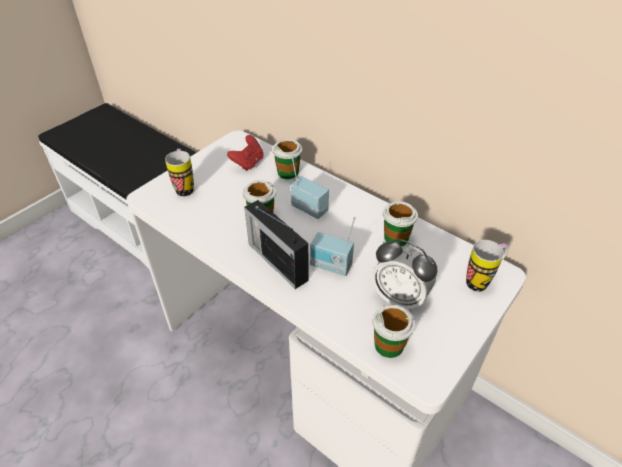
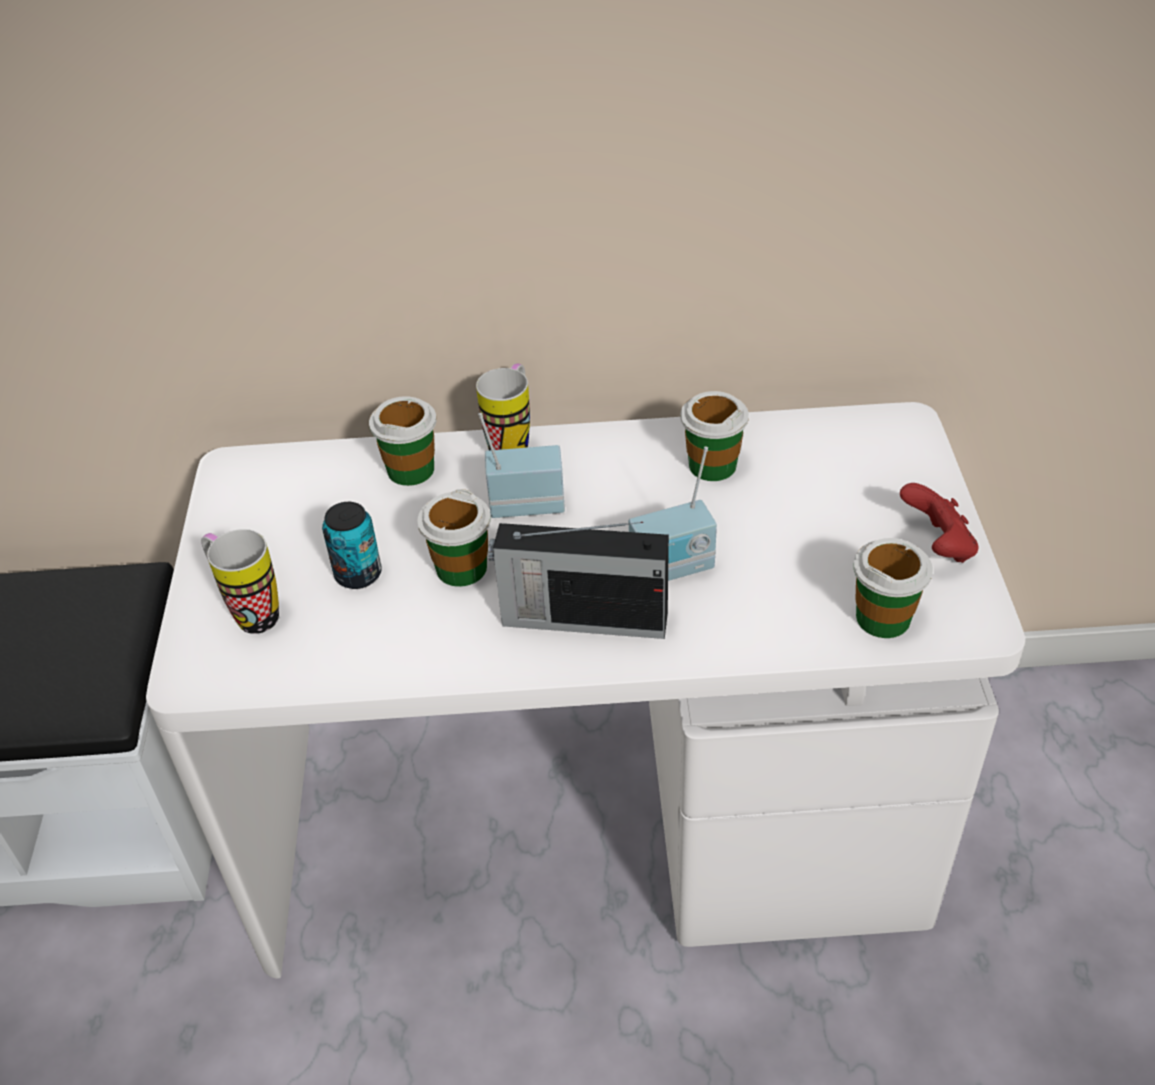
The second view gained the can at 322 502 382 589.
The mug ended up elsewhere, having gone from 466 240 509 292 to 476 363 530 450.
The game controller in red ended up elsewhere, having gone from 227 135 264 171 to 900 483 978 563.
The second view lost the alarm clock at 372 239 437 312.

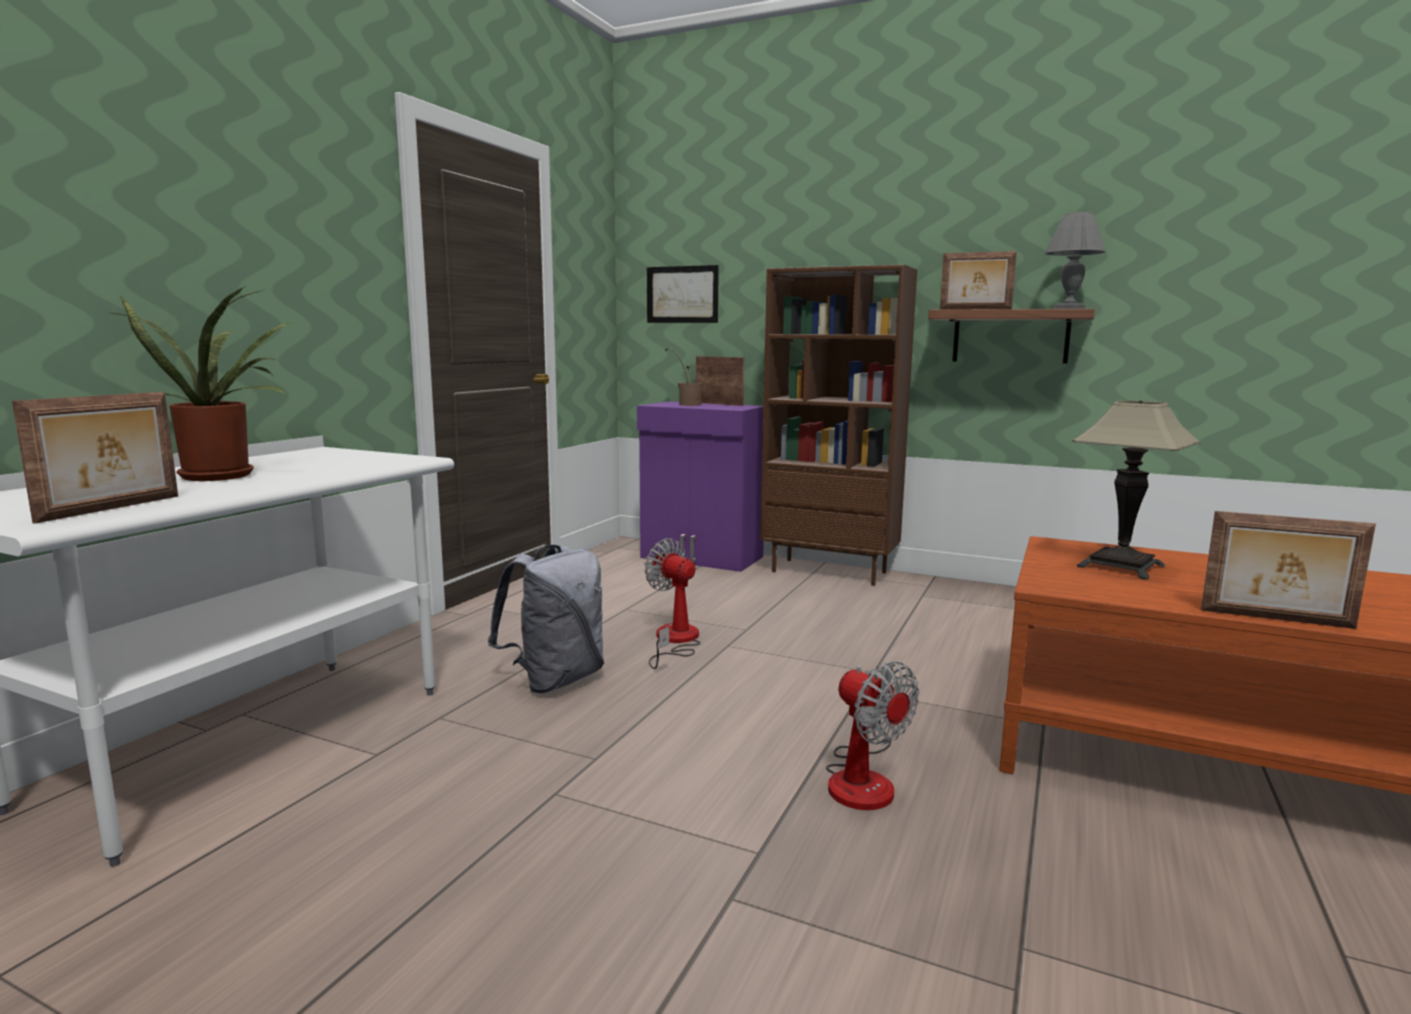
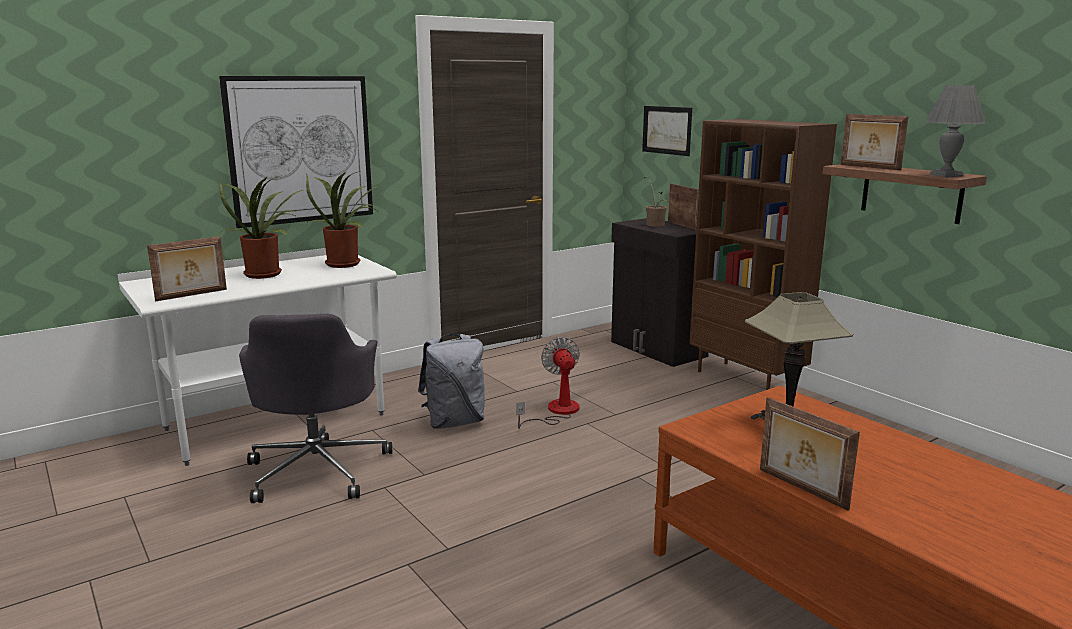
The second view gained the picture at 219 76 373 228.
The second view gained the office chair in grey at 239 313 392 503.
The second view gained the potted plant at 306 171 382 268.
What was the cabinet in purple at 637 401 764 572 turned into the cabinet in black at 611 218 709 367.
The second view lost the fan at 826 661 919 810.

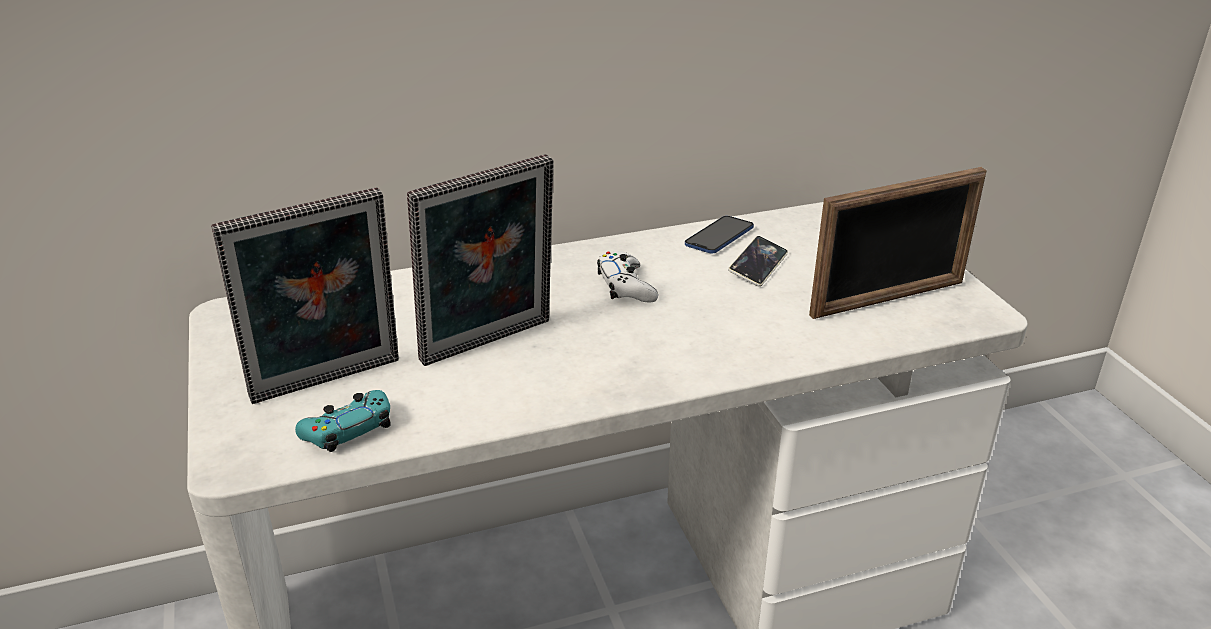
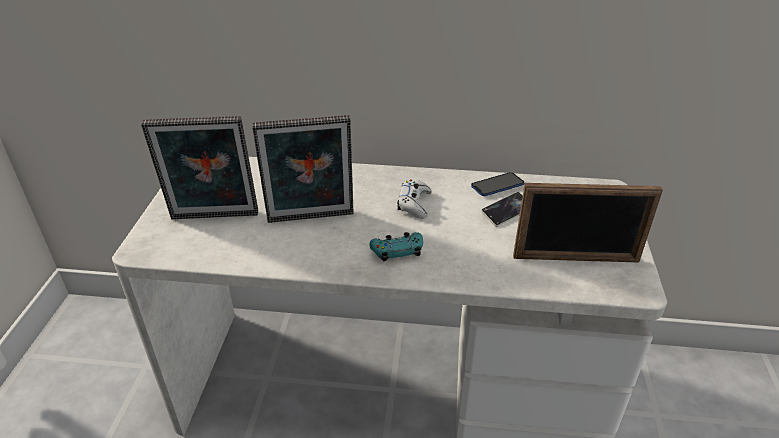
The game controller in turquoise ended up elsewhere, having gone from 295 390 391 452 to 370 232 423 262.

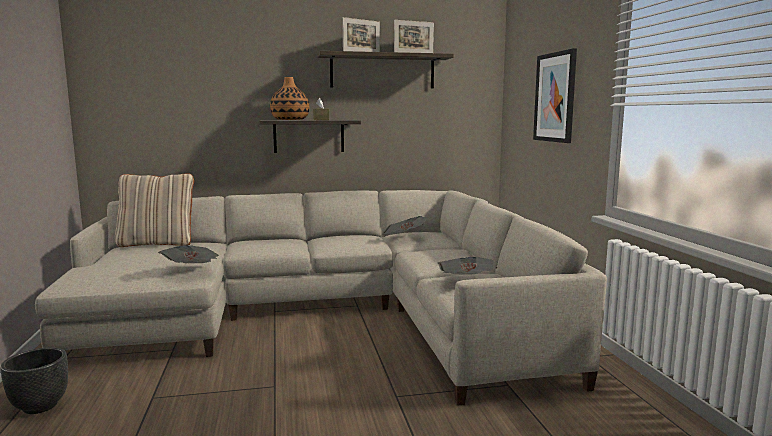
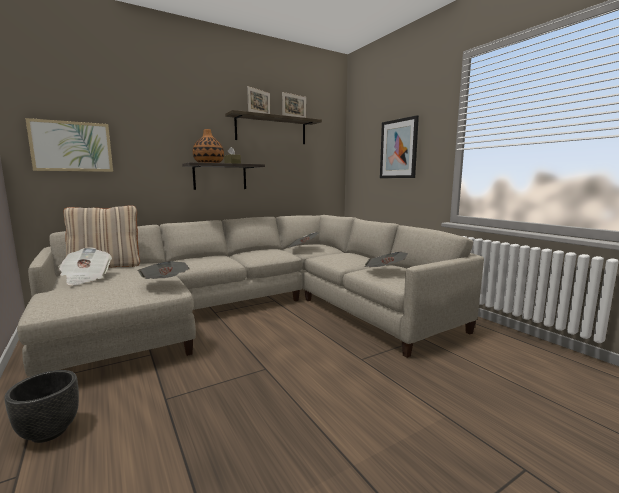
The second view gained the picture at 25 118 113 172.
The second view gained the newspaper at 58 247 112 286.

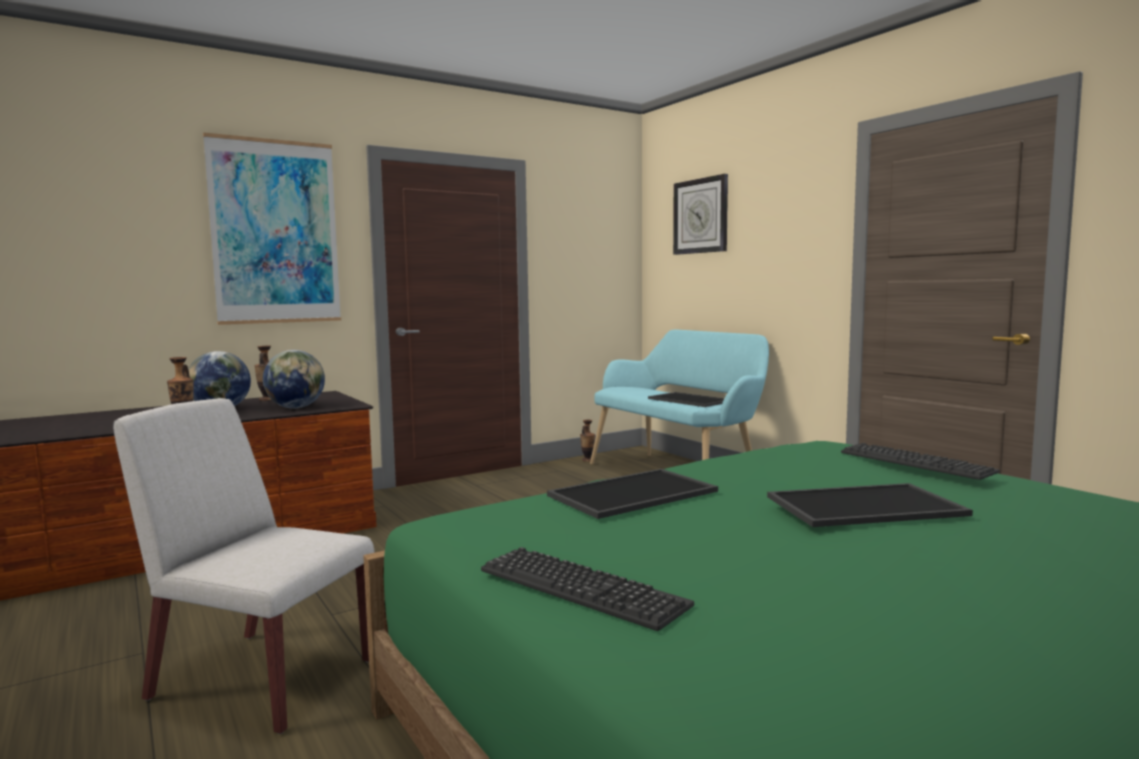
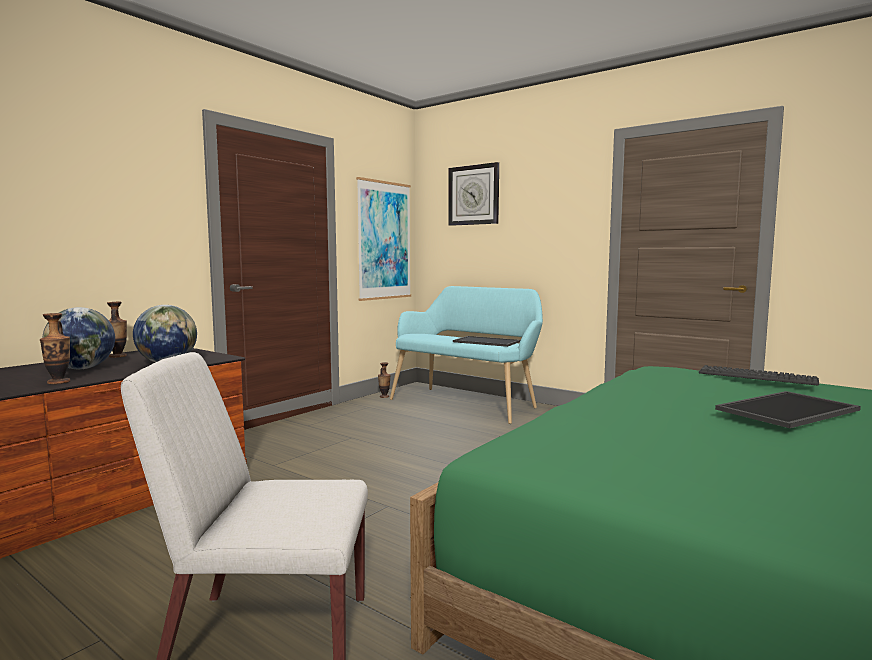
The picture ended up elsewhere, having gone from 203 132 341 325 to 356 177 411 301.
The second view lost the keyboard at 481 547 694 631.
The second view lost the tray at 547 469 718 519.

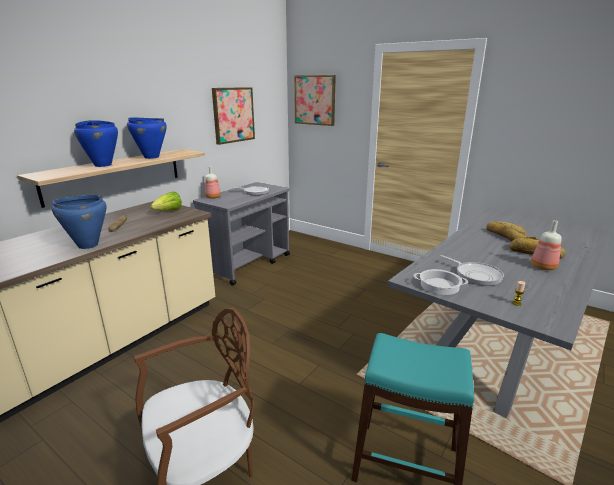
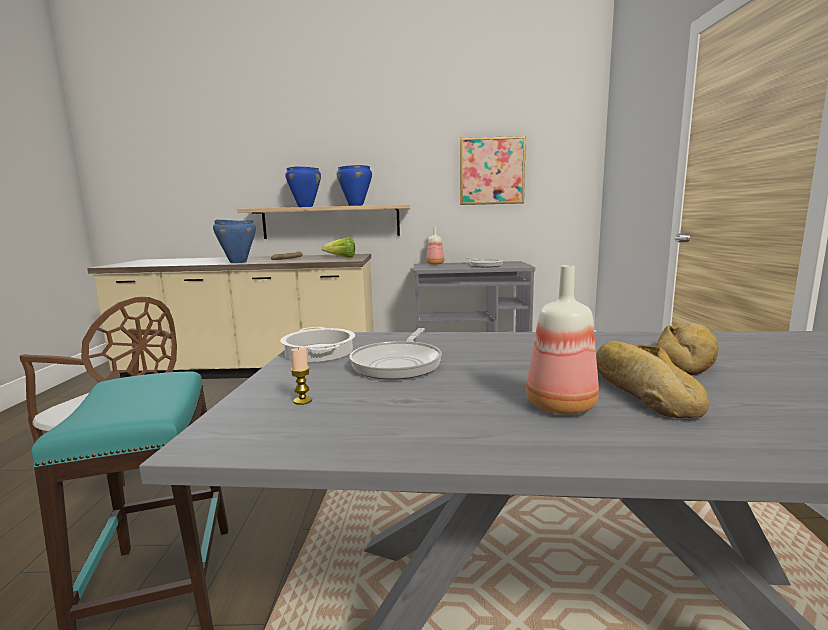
The second view lost the picture at 294 75 336 126.

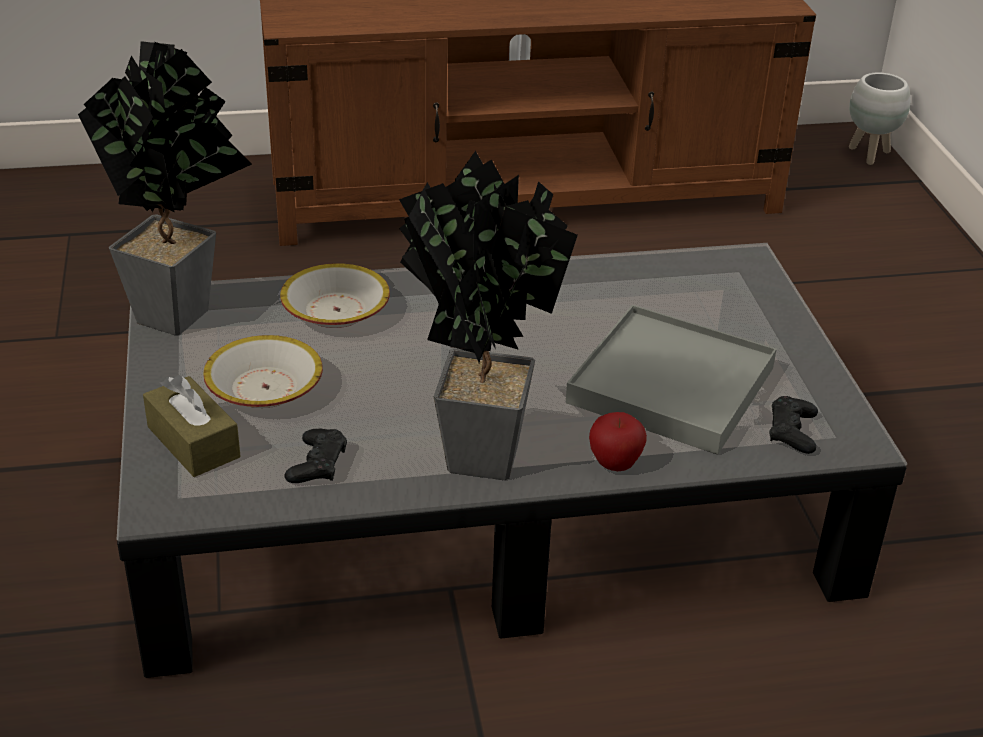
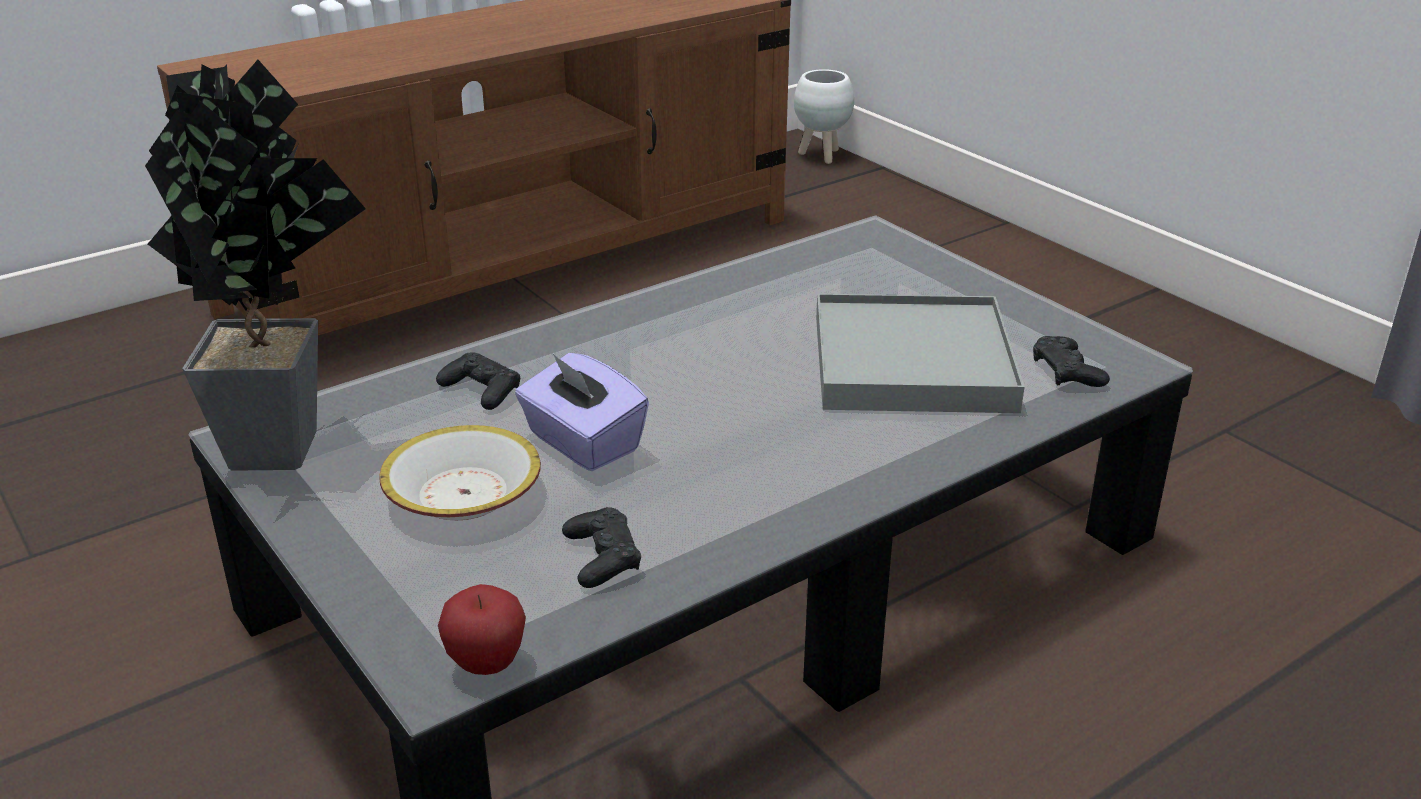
Where the bowl stood at 280 263 390 328, the game controller in black came to stand at 436 352 520 410.
The apple ended up elsewhere, having gone from 589 412 647 471 to 438 584 526 675.
The second view gained the tissue box in purple at 515 353 649 471.
The second view lost the tissue box in brown at 143 375 241 477.
The second view lost the potted plant at 399 151 578 480.

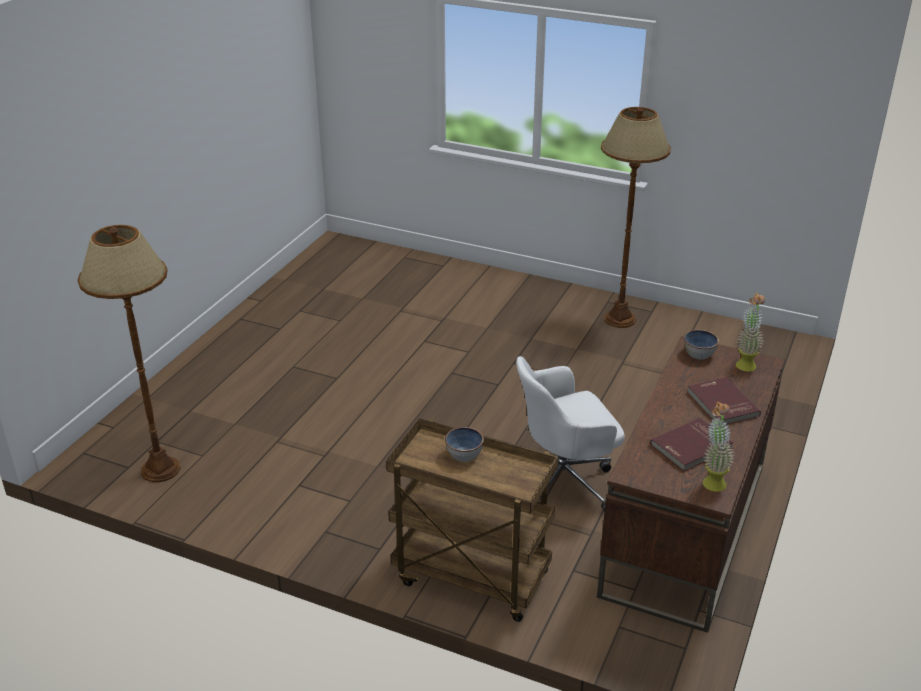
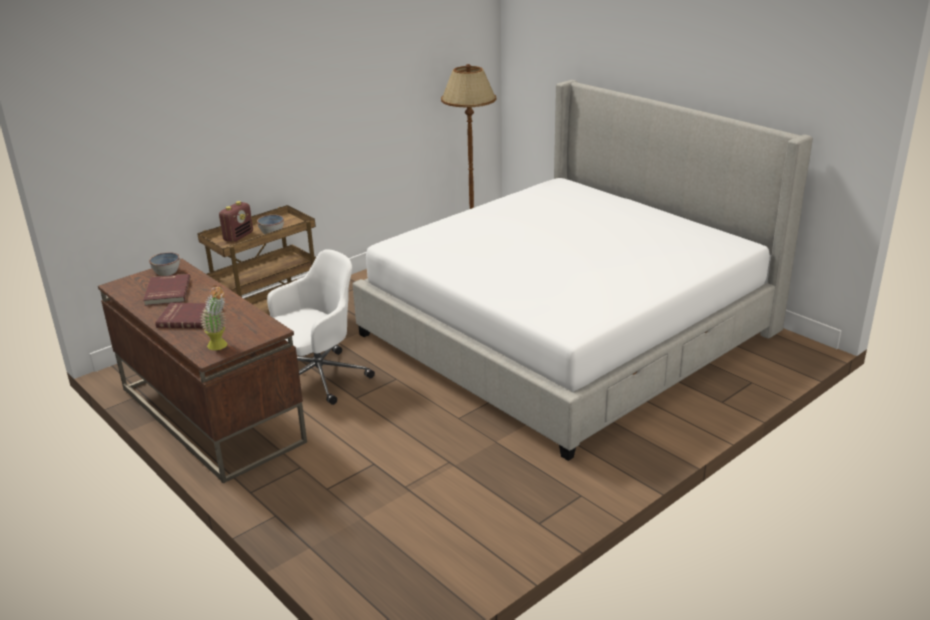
The bowl ended up elsewhere, having gone from 684 330 719 360 to 149 252 180 276.
The second view gained the radio at 219 201 253 242.
The office chair in white at 516 356 625 511 ended up facing another way, 45 degrees clockwise from before.
The second view gained the bed at 352 80 813 461.
The second view lost the floor lamp in brown at 601 107 671 328.
The second view lost the potted plant at 703 401 735 492.

